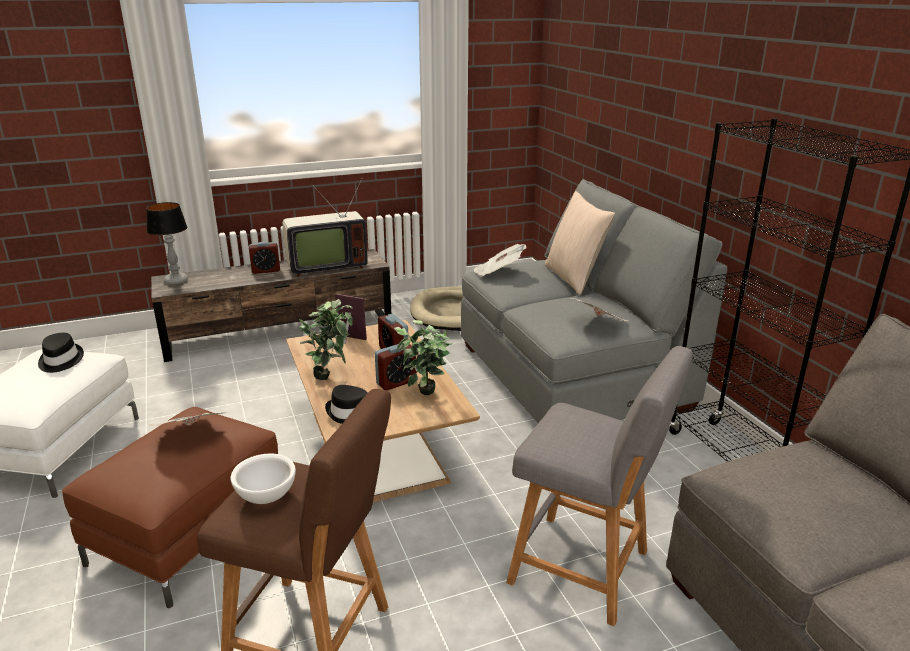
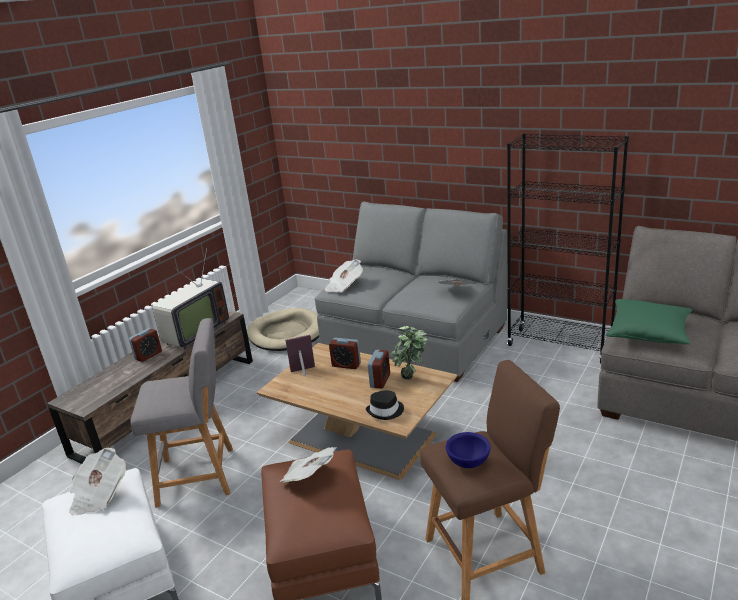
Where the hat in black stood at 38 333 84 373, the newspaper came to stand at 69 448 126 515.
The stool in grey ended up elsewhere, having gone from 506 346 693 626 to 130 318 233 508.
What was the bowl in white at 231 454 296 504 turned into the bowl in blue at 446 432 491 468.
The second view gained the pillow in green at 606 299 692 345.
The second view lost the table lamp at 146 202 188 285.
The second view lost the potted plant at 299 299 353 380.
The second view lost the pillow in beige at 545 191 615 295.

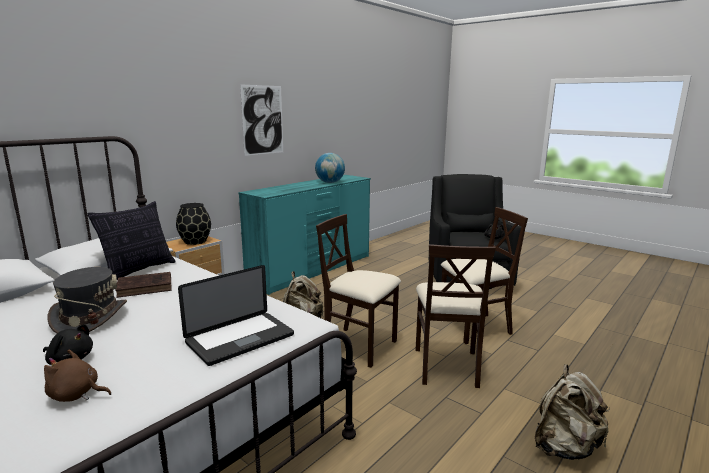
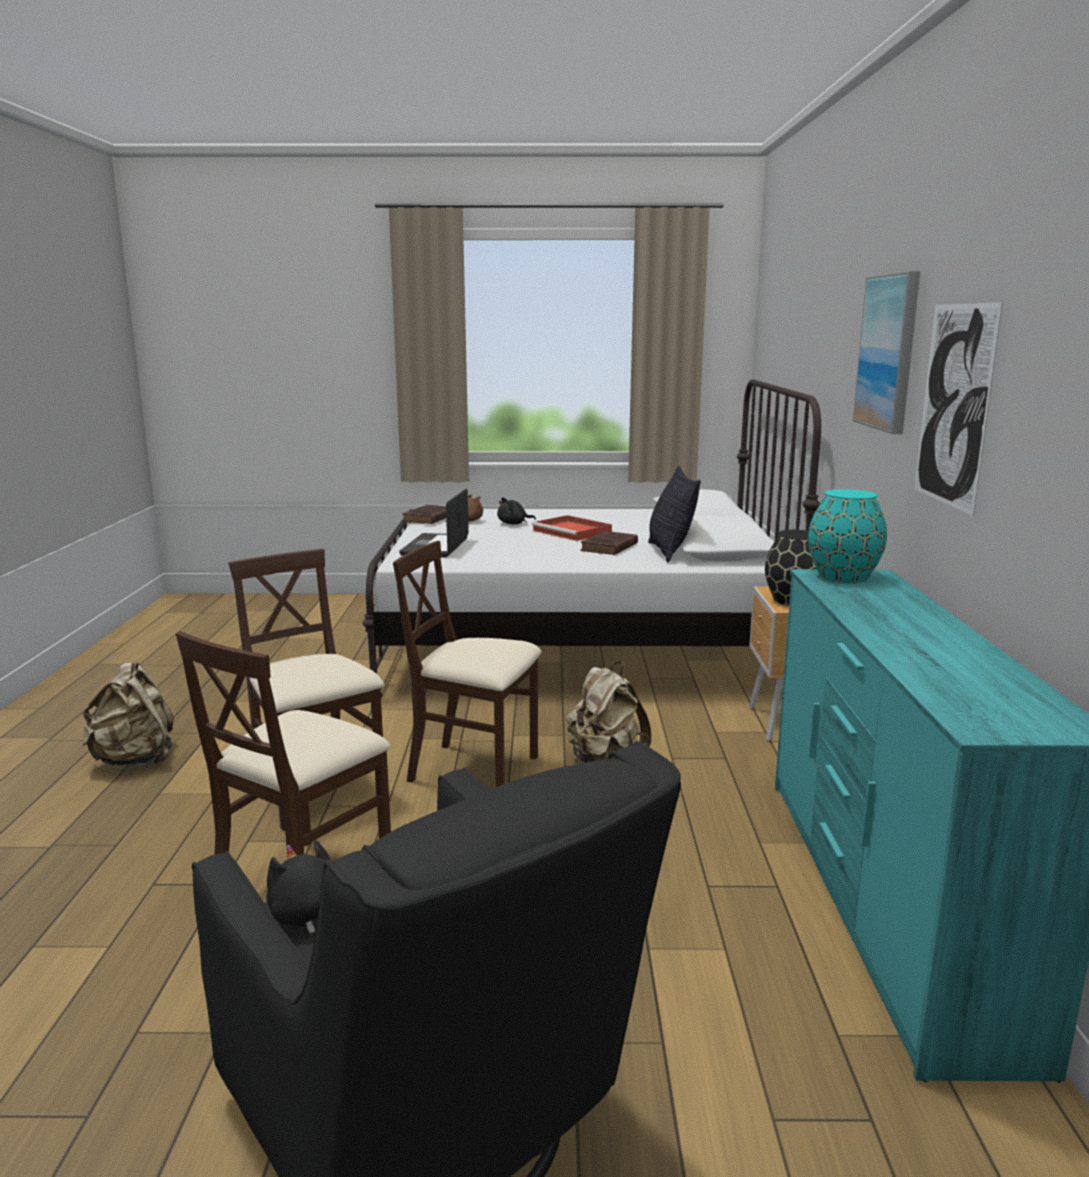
The chair in beige at 316 214 401 368 ended up facing another way, 150 degrees counterclockwise from before.
The second view gained the book in brown at 403 505 446 524.
Where the hat in grey stood at 48 267 127 334, the tray in red came to stand at 532 515 612 541.
The second view gained the vase in turquoise at 808 489 887 583.
The second view gained the picture at 853 271 920 434.
The second view lost the globe at 315 153 345 183.

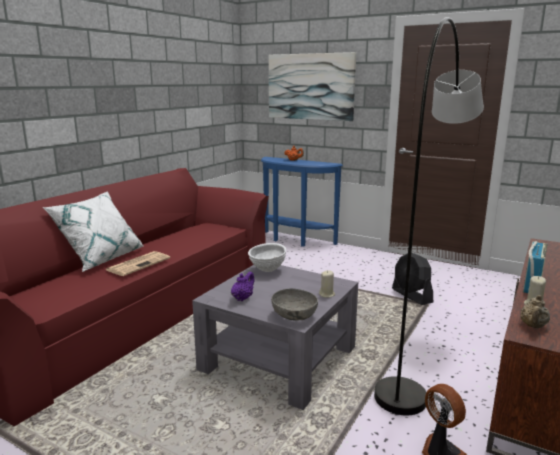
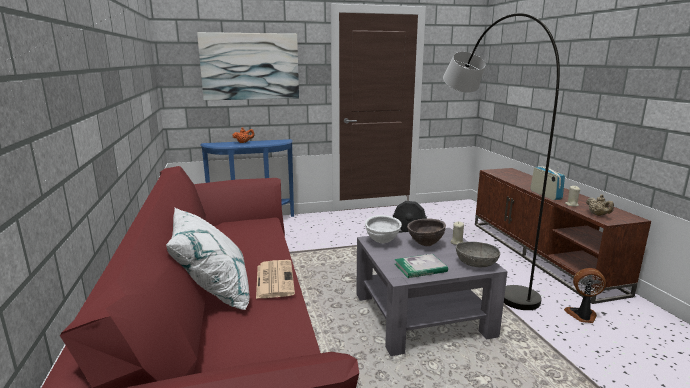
Where the teapot in purple stood at 231 272 254 301, the book came to stand at 395 254 448 278.
The second view gained the bowl in brown at 407 219 446 246.

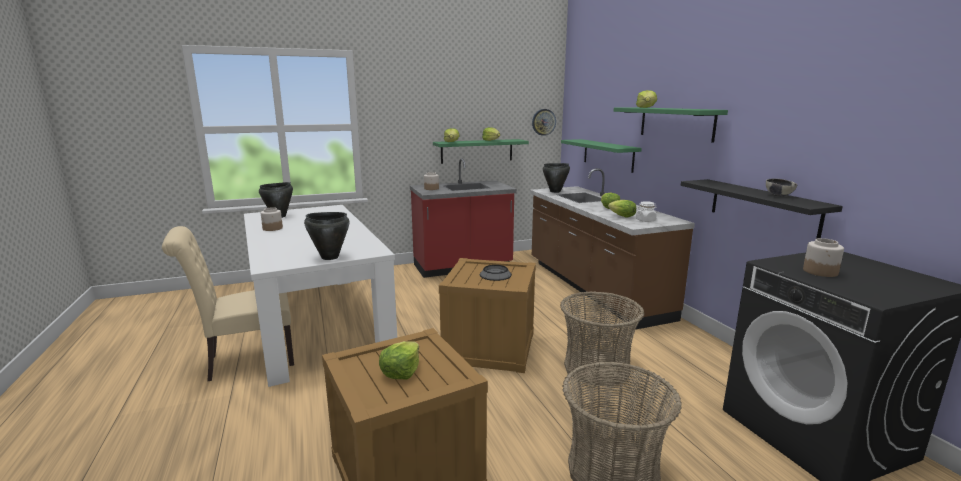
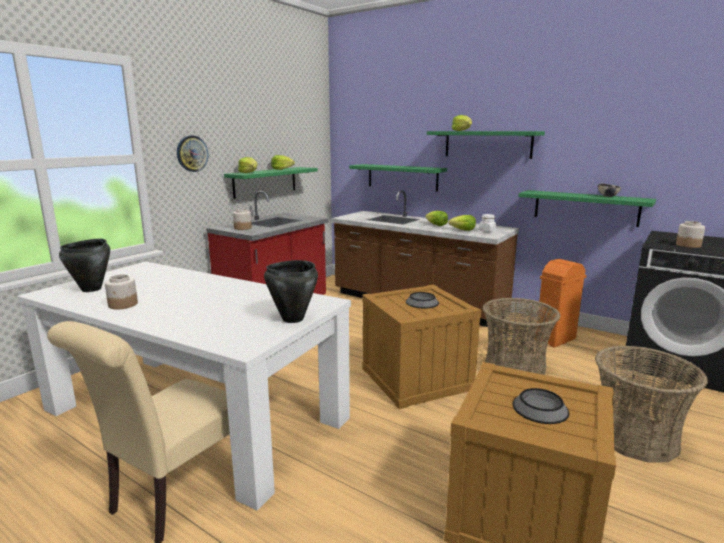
The wall clock ended up elsewhere, having gone from 532 109 556 136 to 177 136 208 172.
Where the lettuce stood at 379 341 419 380, the bowl came to stand at 512 388 569 424.
What was the shelf in black at 681 179 843 239 turned into the shelf in green at 518 190 656 227.
The second view gained the trash can in orange at 535 259 587 348.
The second view lost the cooking pot in black at 543 163 570 193.

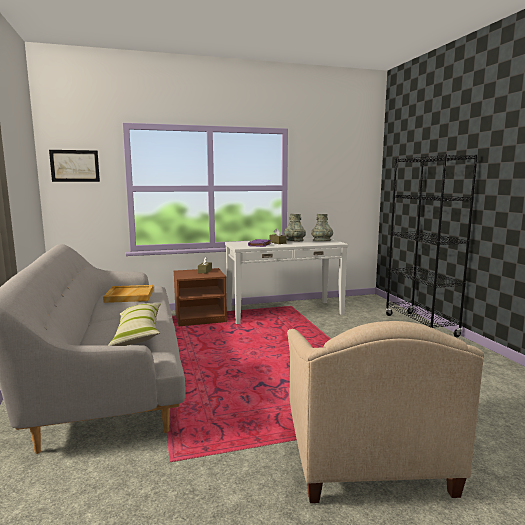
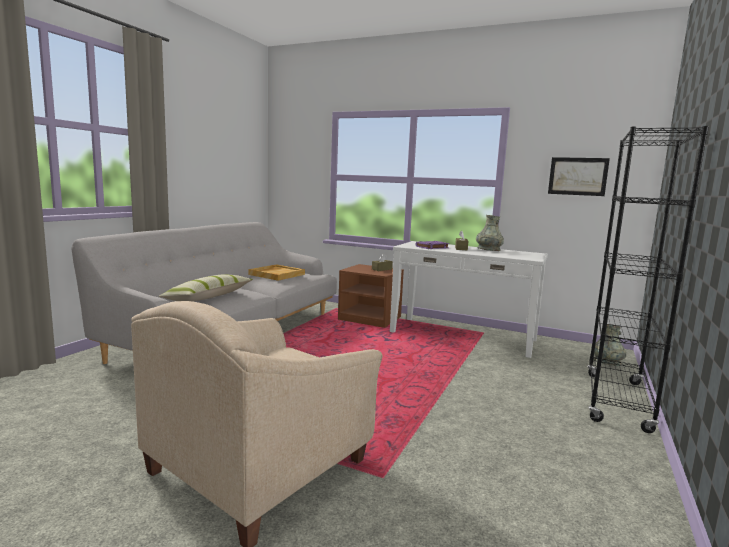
The picture ended up elsewhere, having gone from 49 150 100 182 to 548 157 610 196.
The vase in grey ended up elsewhere, having gone from 311 214 333 241 to 594 324 626 366.

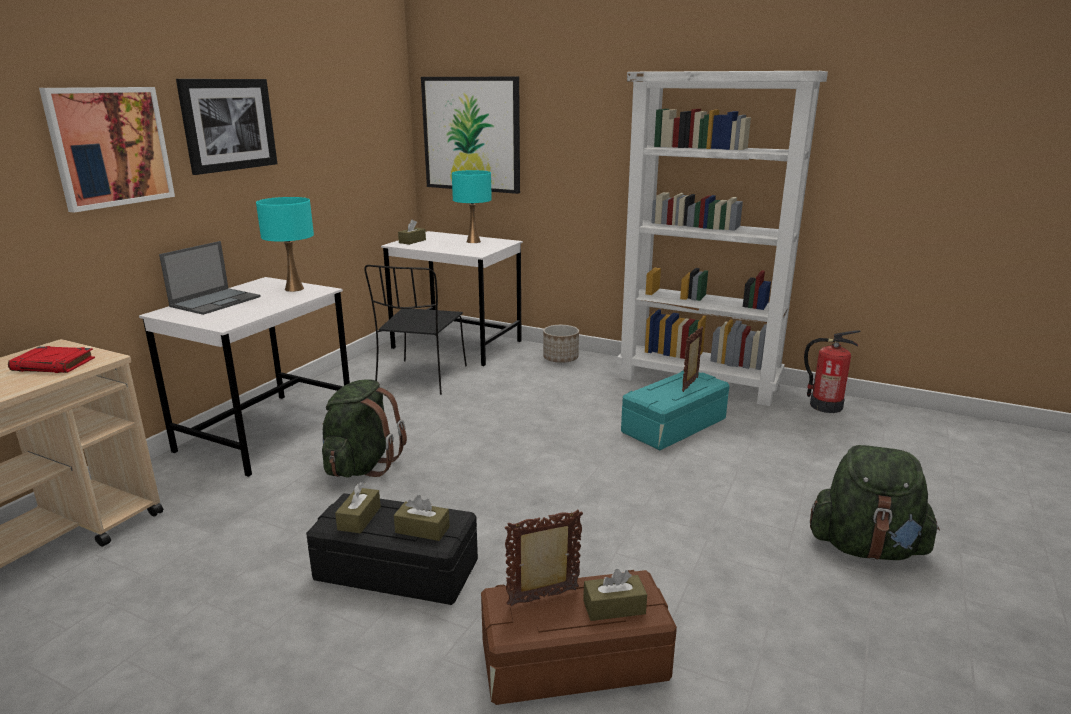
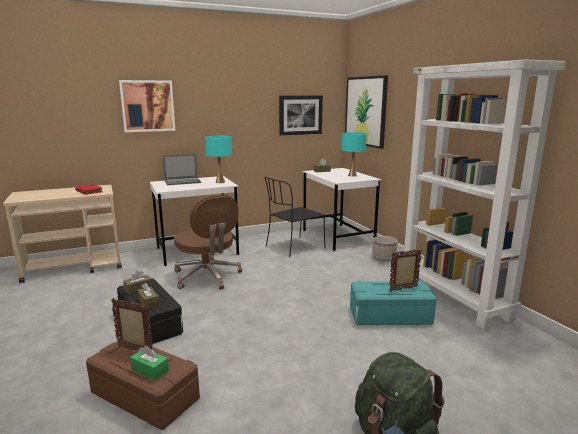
What was the tissue box in brown at 583 569 647 621 turned into the tissue box in green at 130 345 169 381.
Where the backpack in green stood at 322 379 407 478, the office chair in brown came to stand at 174 194 242 289.
The picture ended up elsewhere, having gone from 176 79 277 175 to 279 95 323 136.
The second view lost the fire extinguisher at 804 330 861 413.

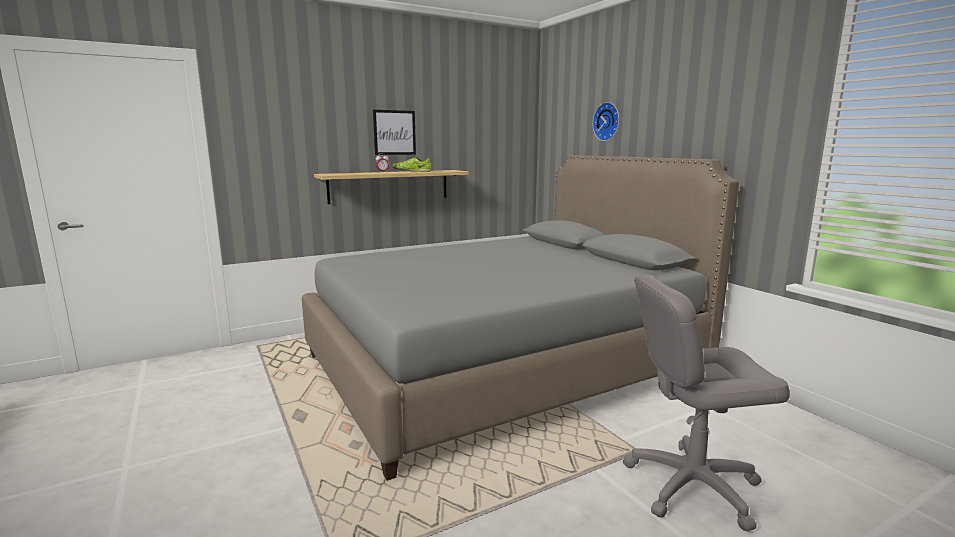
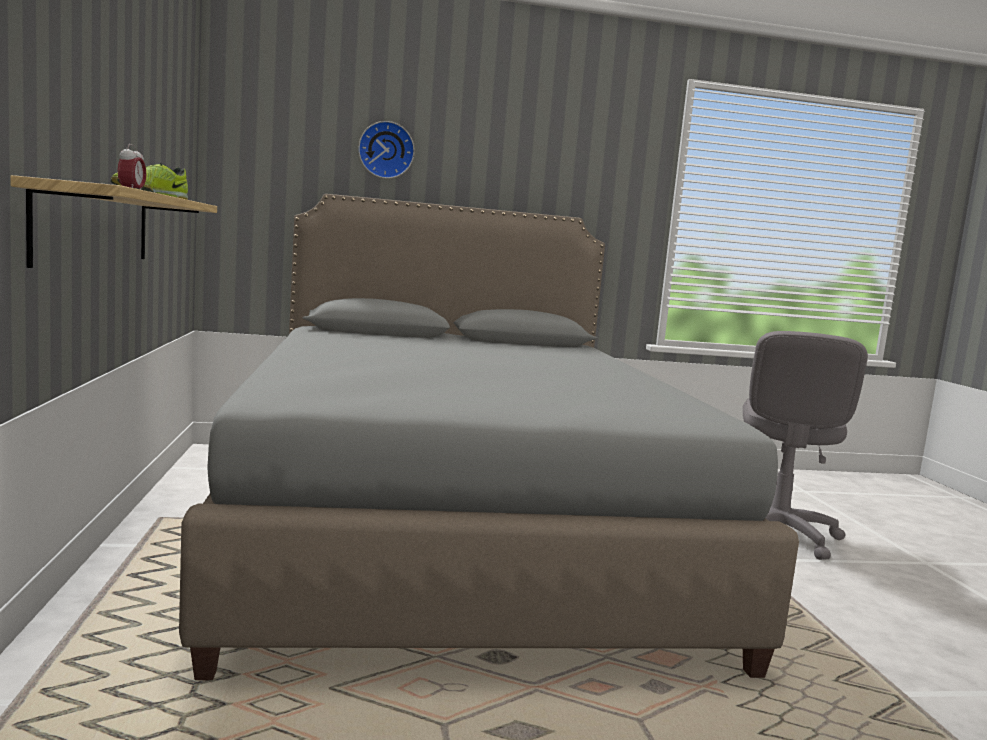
The second view lost the picture at 373 110 416 155.

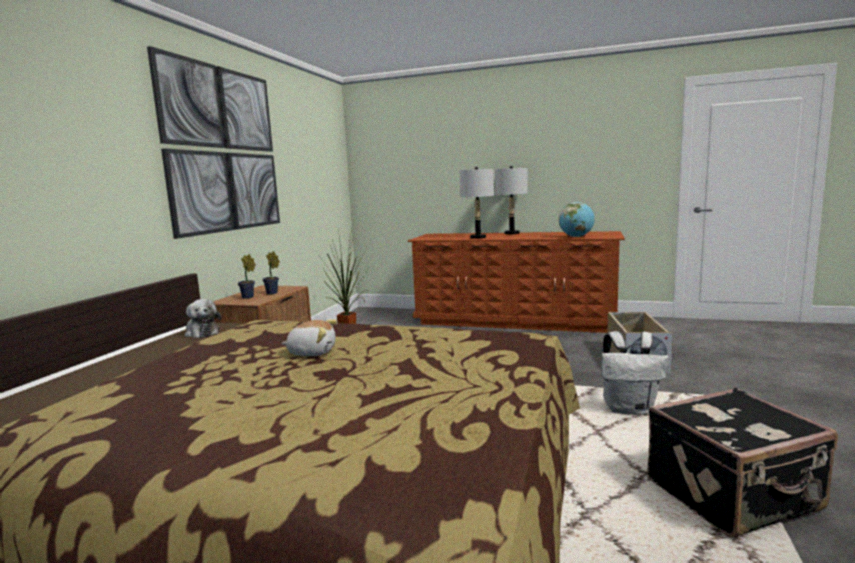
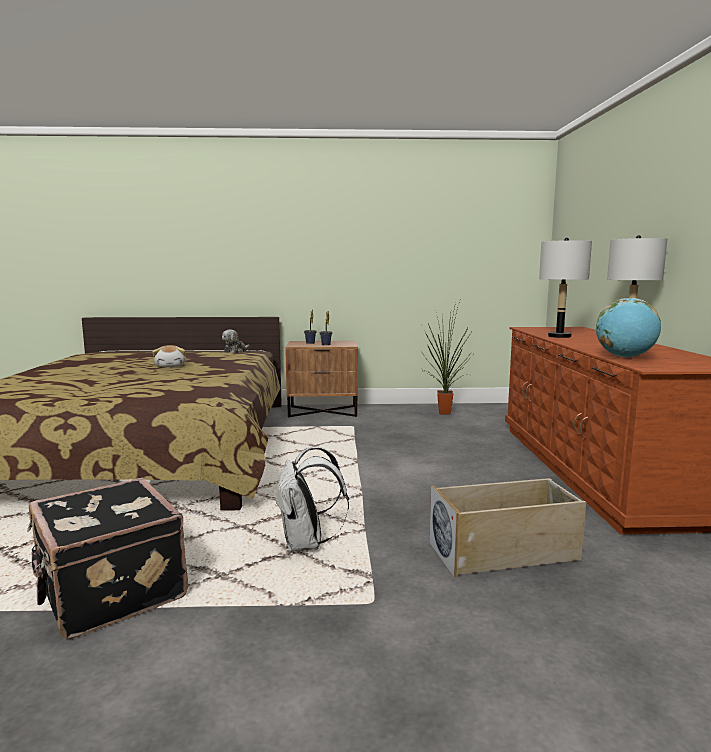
The second view lost the picture at 147 46 280 239.

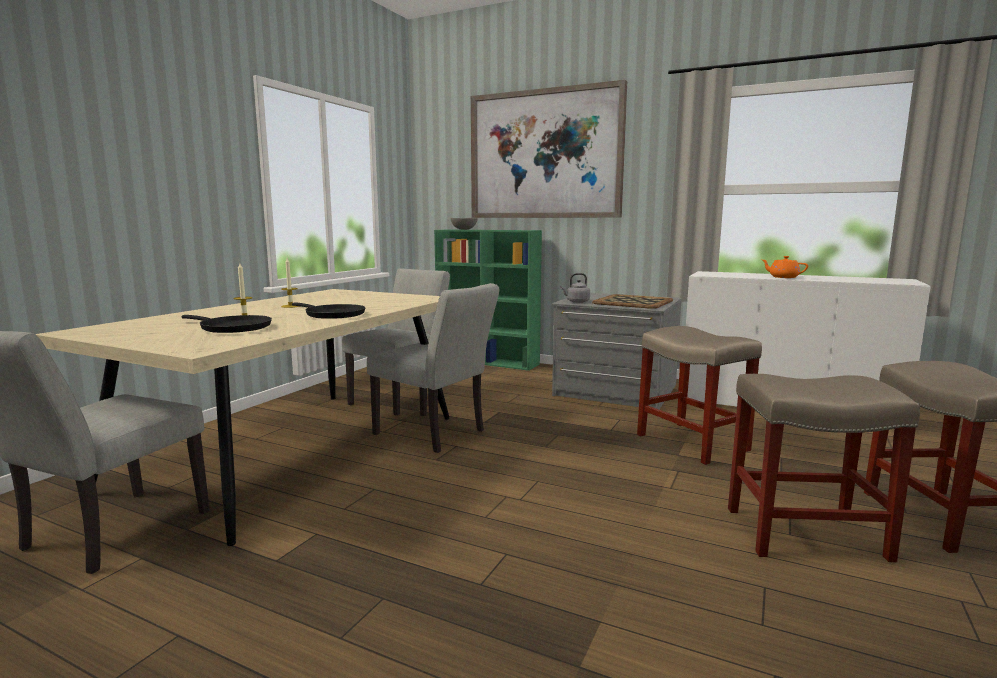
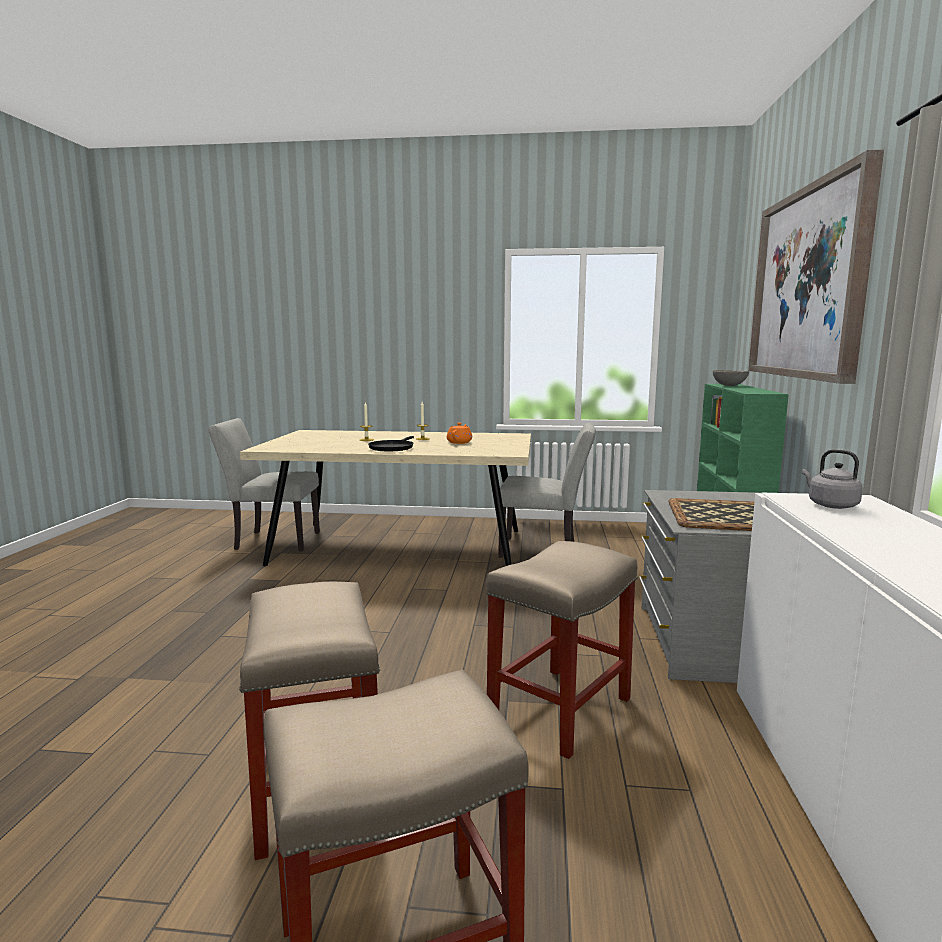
The teapot in orange ended up elsewhere, having gone from 762 256 808 278 to 447 423 472 444.
The kettle in grey ended up elsewhere, having gone from 561 273 590 303 to 802 449 863 509.
The second view lost the frying pan in black at 182 315 272 333.
The second view lost the chair in grey at 367 283 499 453.

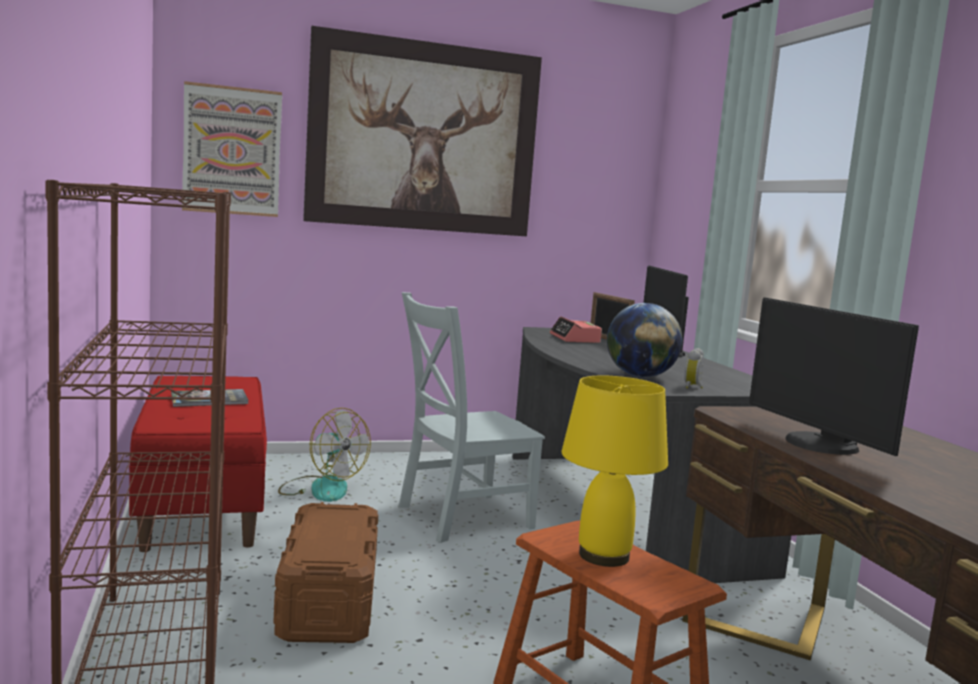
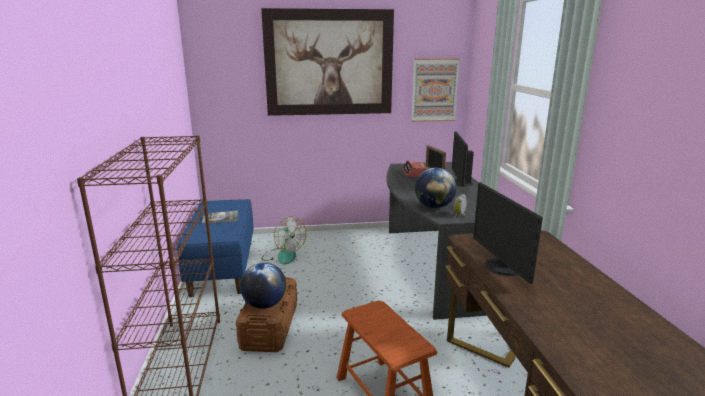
What was the bench in red at 129 376 267 552 turned into the bench in blue at 177 199 254 297.
The second view gained the globe at 240 262 286 309.
The picture ended up elsewhere, having gone from 182 81 282 217 to 411 58 460 122.
The second view lost the chair in grey at 399 292 545 543.
The second view lost the table lamp in yellow at 562 375 668 567.

